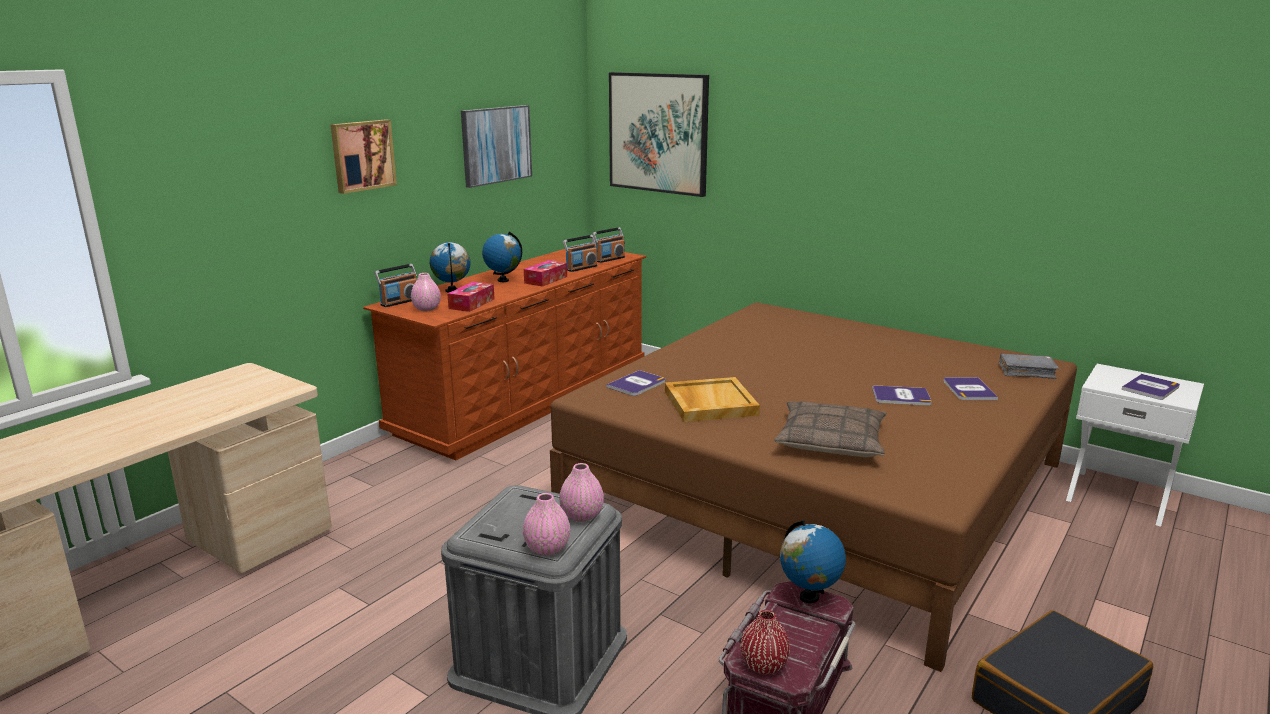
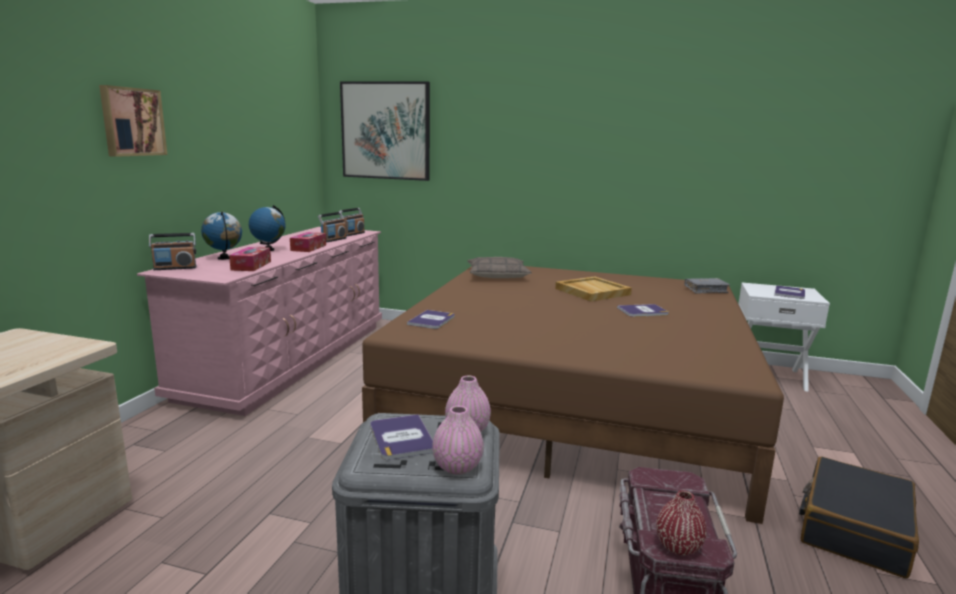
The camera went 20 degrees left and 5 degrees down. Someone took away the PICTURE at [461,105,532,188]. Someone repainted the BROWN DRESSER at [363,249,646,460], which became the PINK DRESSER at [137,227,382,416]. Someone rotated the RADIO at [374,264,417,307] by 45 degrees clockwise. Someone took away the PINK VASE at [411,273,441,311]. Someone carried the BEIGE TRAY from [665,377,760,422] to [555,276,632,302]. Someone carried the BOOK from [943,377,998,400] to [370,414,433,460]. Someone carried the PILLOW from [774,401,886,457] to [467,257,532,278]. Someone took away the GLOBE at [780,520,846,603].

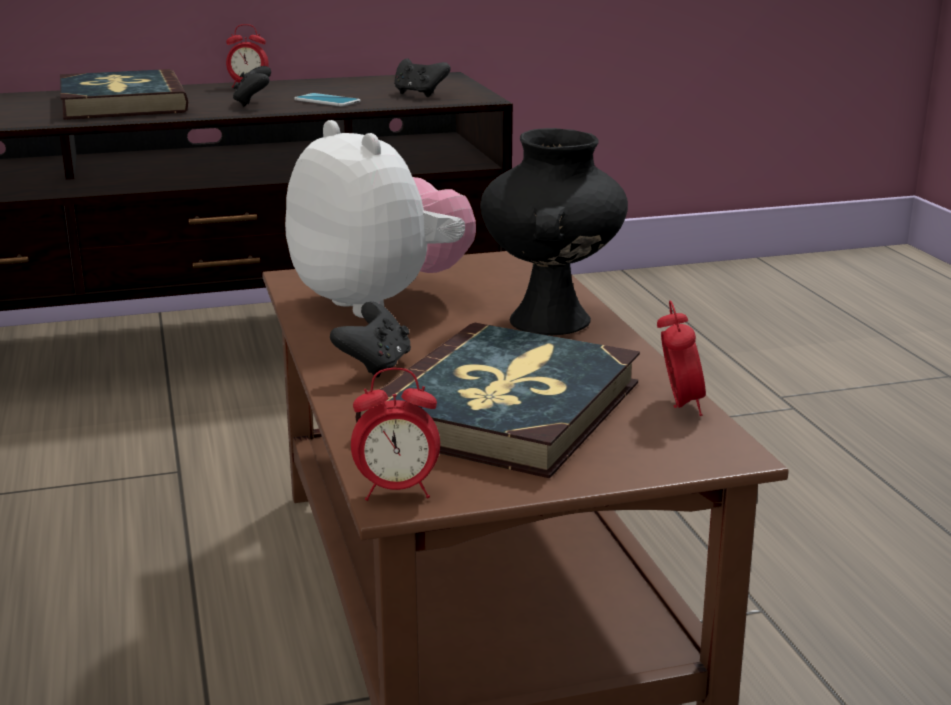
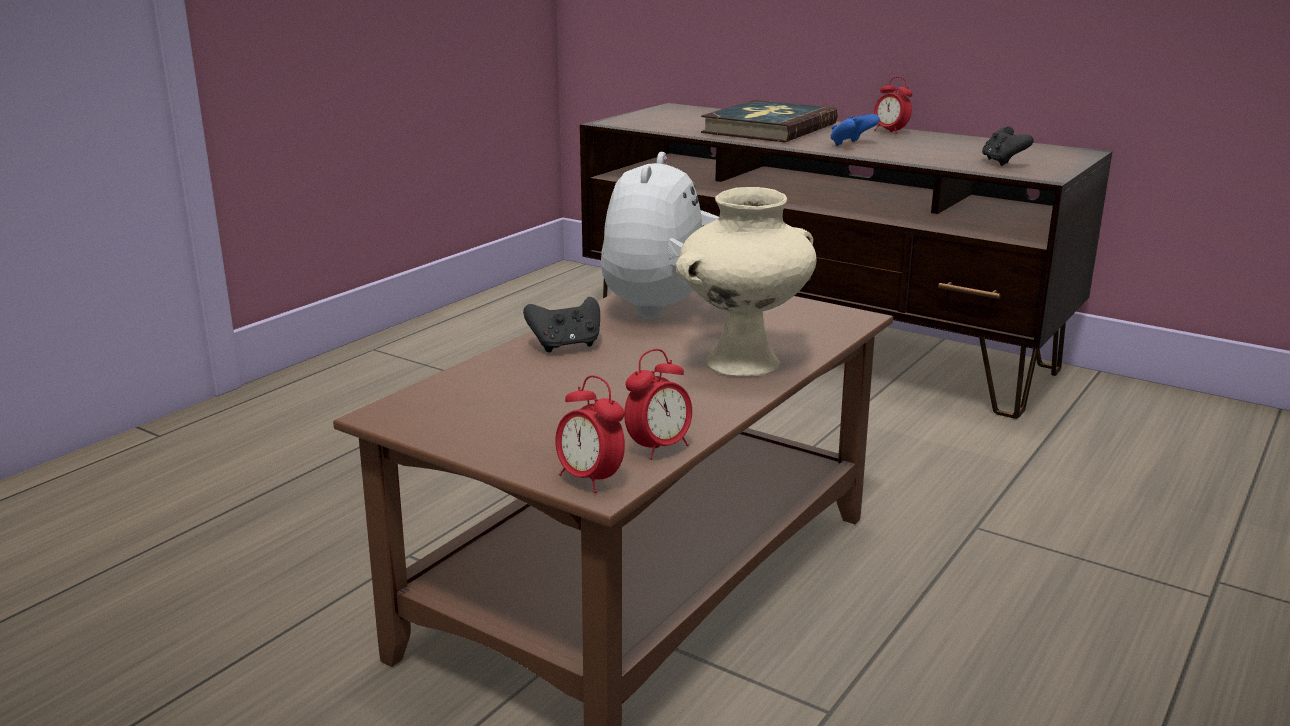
The camera went 50 degrees right and 0 degrees up. Someone repainted the BLACK GAME CONTROLLER at [233,66,271,107], which became the BLUE GAME CONTROLLER at [831,114,880,146]. Someone took away the PHONE at [294,93,361,106]. Someone repainted the BLACK VASE at [480,128,628,335], which became the BEIGE VASE at [676,187,817,377]. Someone took away the BOOK at [355,323,640,478]. Someone carried the ALARM CLOCK from [351,368,440,501] to [555,375,625,493].

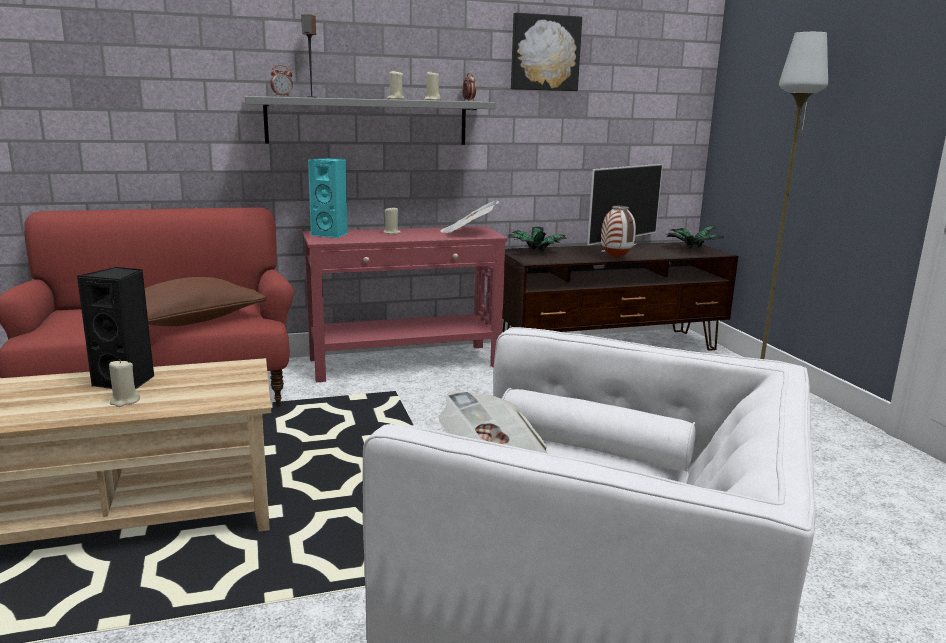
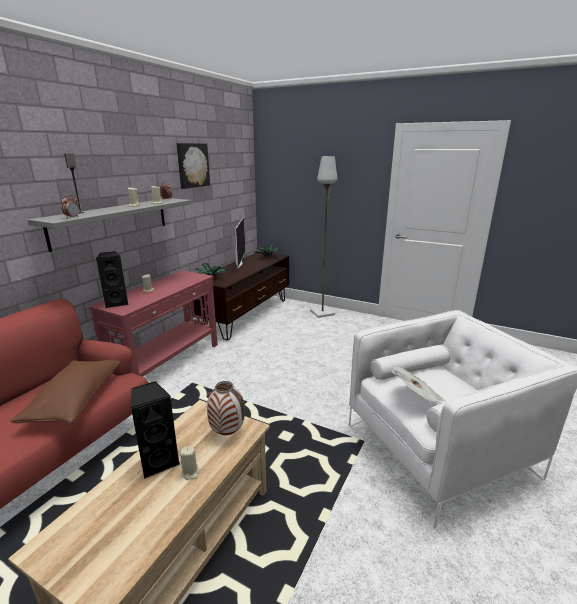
The camera went 45 degrees left and 5 degrees up. Someone repainted the TURQUOISE SPEAKER at [308,158,348,238], which became the BLACK SPEAKER at [96,251,128,308]. Someone took away the NEWSPAPER at [441,201,499,233]. Someone carried the VASE from [601,206,636,259] to [207,381,245,435].

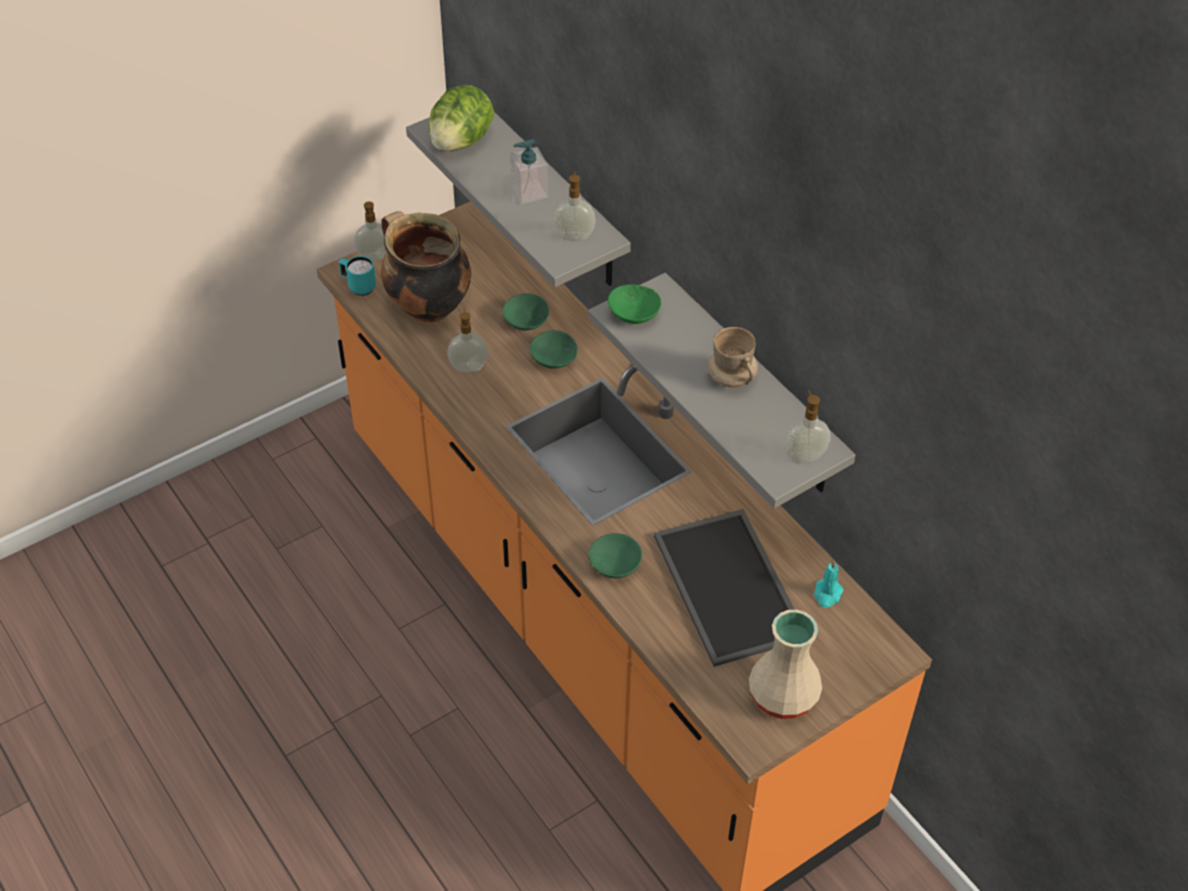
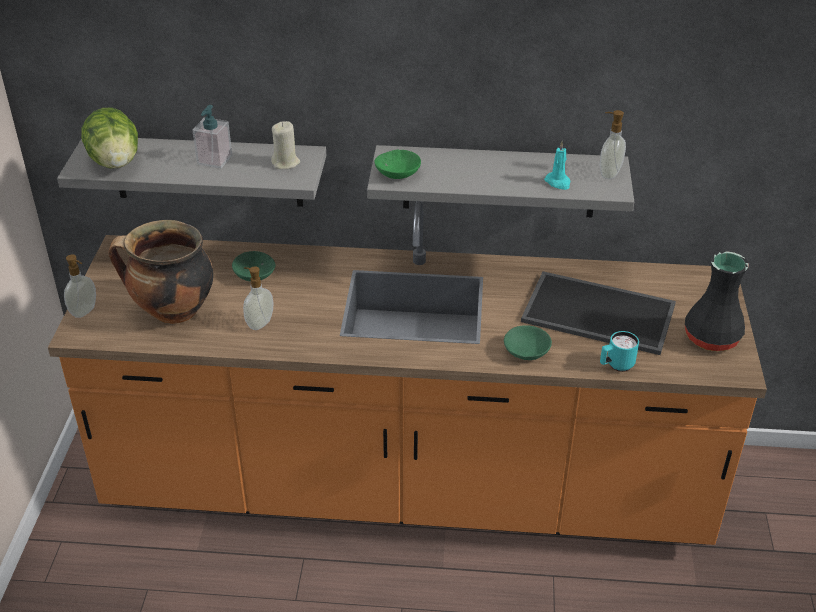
The camera went 50 degrees left and 10 degrees down. Someone swapped the SOAP DISPENSER at [553,171,596,241] for the BEIGE CANDLE at [271,121,300,169]. Someone carried the TURQUOISE MUG from [339,256,376,296] to [600,331,639,372]. Someone took away the BEIGE MUG at [708,327,758,387]. Someone took away the GREEN BOWL at [530,330,578,369]. Someone carried the TURQUOISE CANDLE from [814,560,843,608] to [544,141,571,190]. Someone repainted the BEIGE VASE at [749,610,822,719], which became the BLACK VASE at [685,251,749,352].

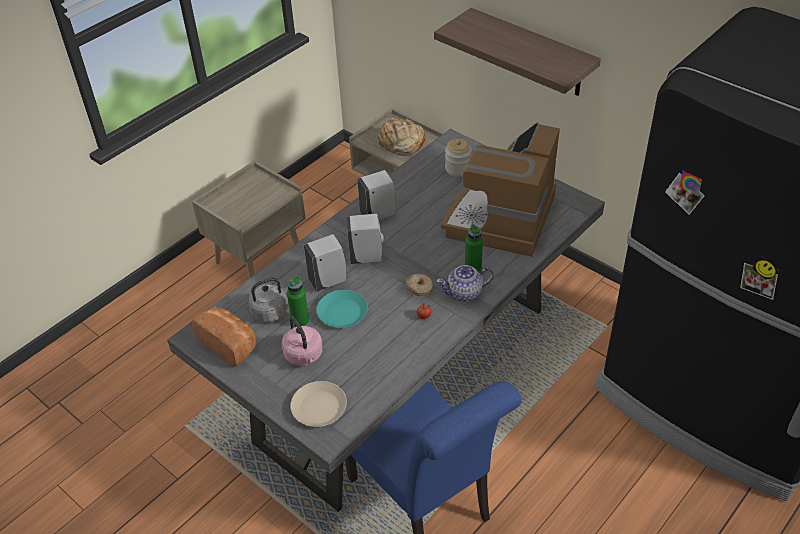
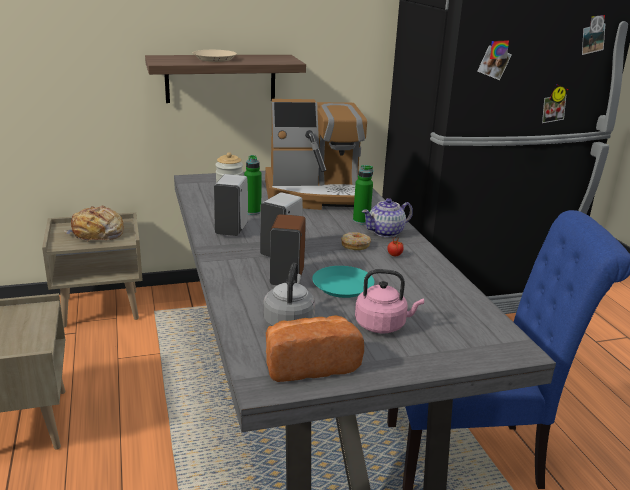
The camera went 60 degrees left and 20 degrees down. Someone rotated the COFFEE MACHINE at [441,122,560,257] by 60 degrees counterclockwise. Someone repainted the WHITE SOAP DISPENSER at [304,234,346,291], which became the BROWN SOAP DISPENSER at [270,214,306,285]. Someone rotated the TEAPOT at [436,265,494,302] by 45 degrees clockwise. Someone carried the GREEN BOTTLE from [287,276,309,327] to [244,155,262,215]. Someone carried the BEIGE PLATE from [290,381,347,427] to [193,50,237,62].

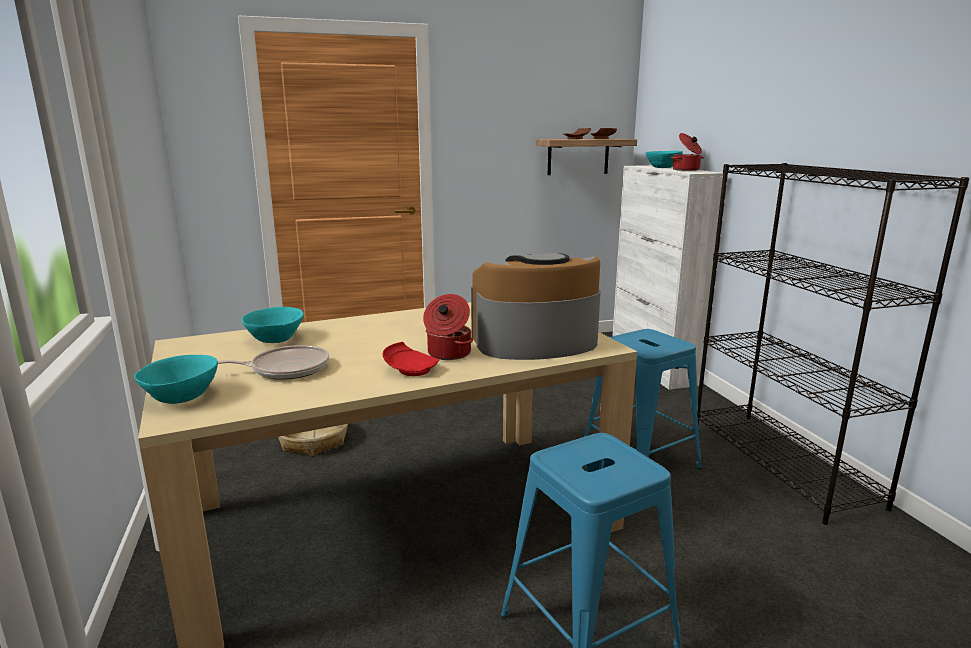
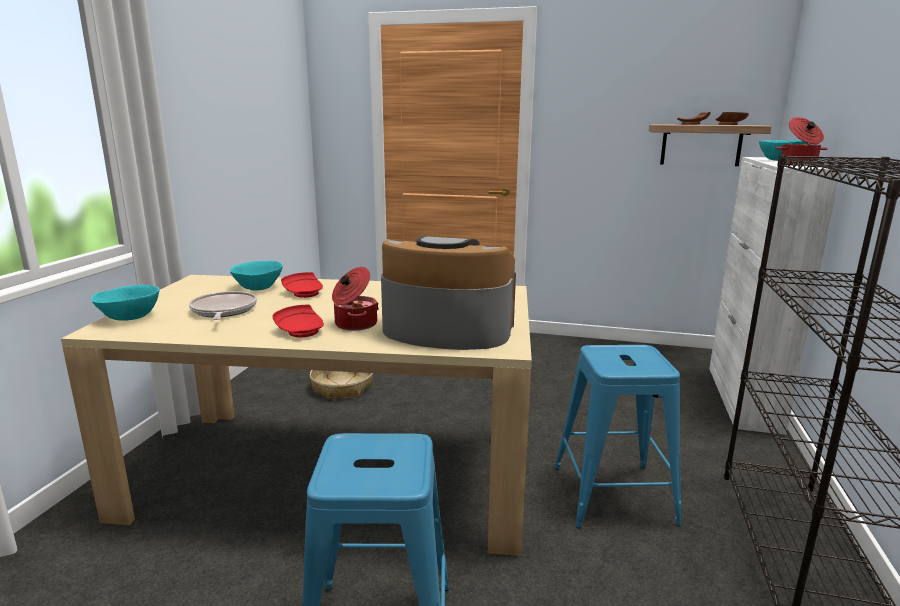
The camera went 30 degrees right and 0 degrees up. Someone rotated the FRYING PAN at [218,345,329,380] by 120 degrees counterclockwise. Someone put down the RED PLATE at [281,272,323,298].

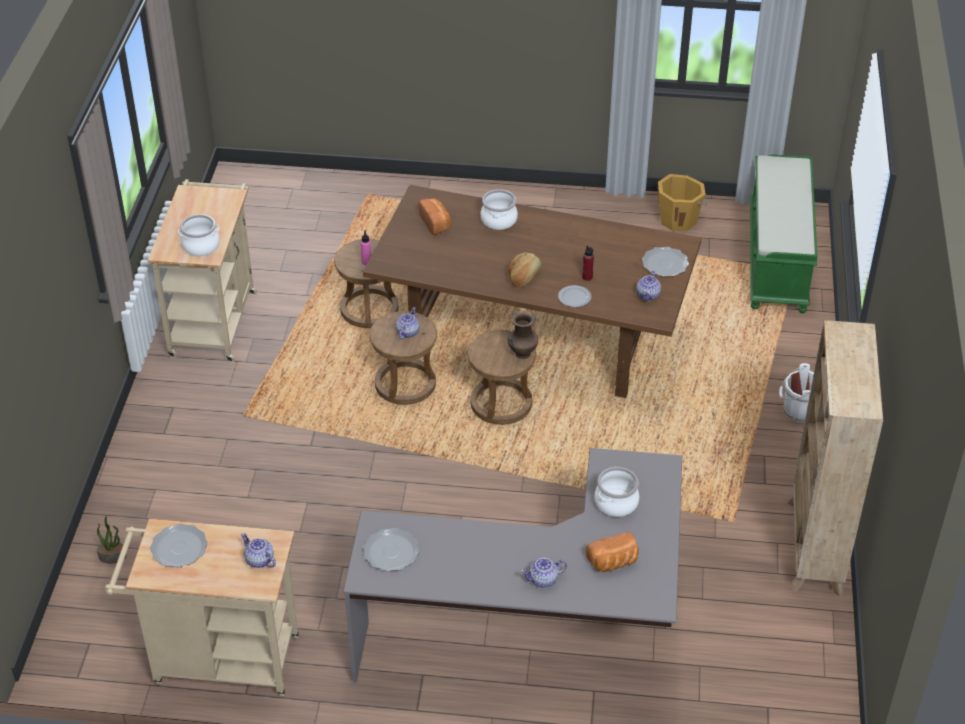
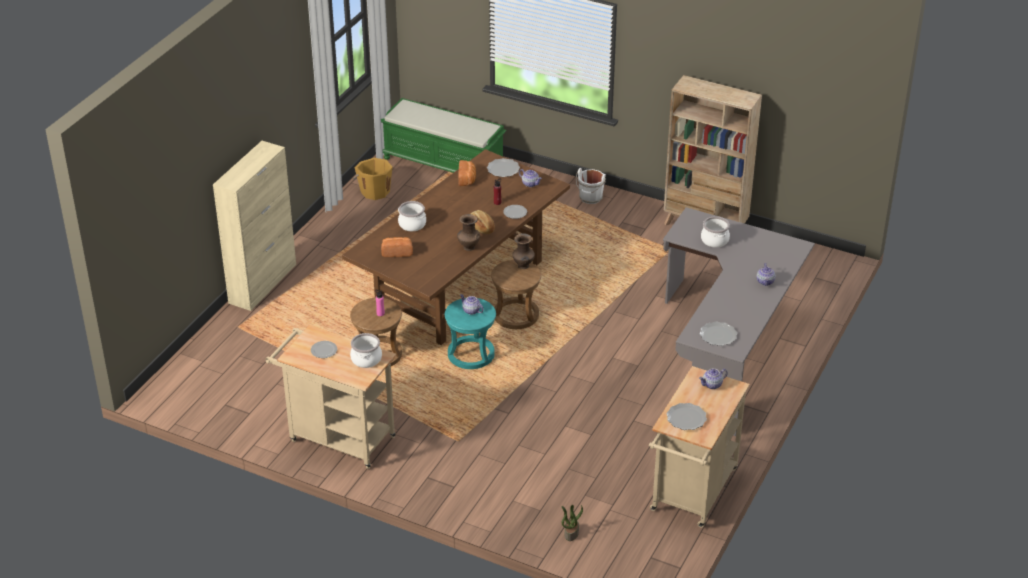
The camera went 70 degrees left and 5 degrees down. Someone repainted the BROWN STOOL at [369,311,437,405], which became the TURQUOISE STOOL at [445,298,496,369]. Someone carried the BREAD from [586,532,639,572] to [458,160,476,186]. Someone put down the BEIGE CABINET at [213,141,296,311]. Someone put down the BROWN VASE at [457,214,480,251]. Someone put down the PLATE at [311,341,337,358].

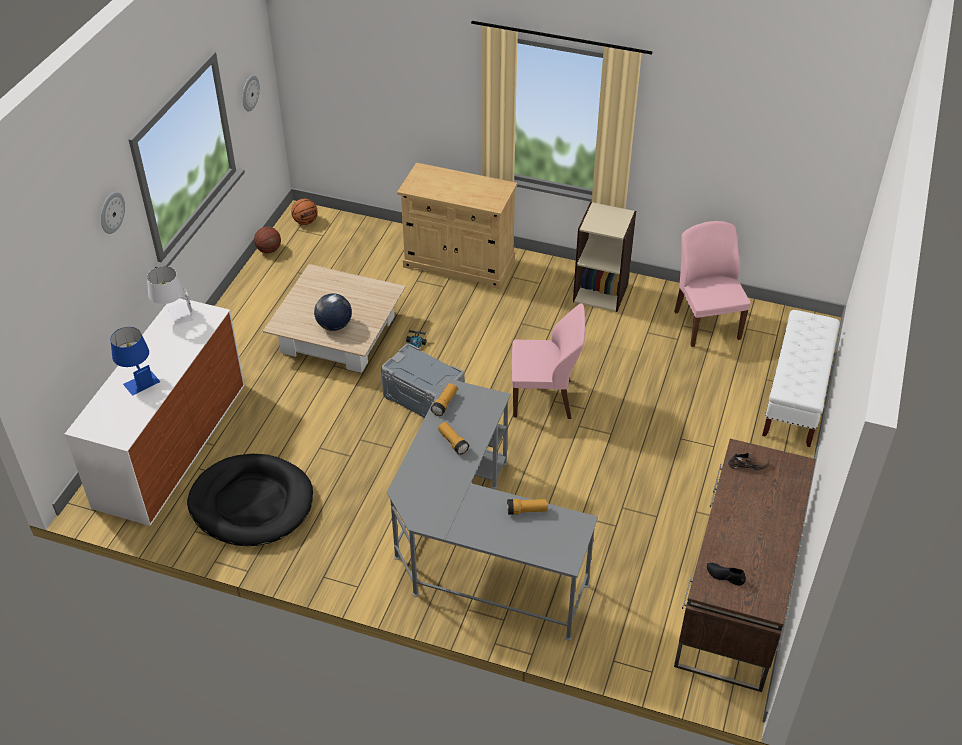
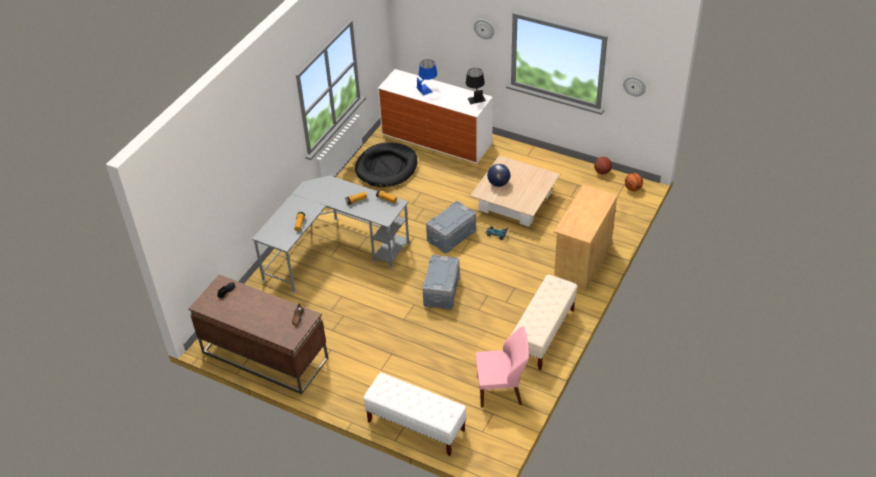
The camera went 100 degrees right and 0 degrees up. Someone swapped the BEIGE BOOKCASE at [573,202,636,312] for the BEIGE BENCH at [511,275,577,370]. Someone repainted the WHITE TABLE LAMP at [147,266,193,325], which became the BLACK TABLE LAMP at [466,68,486,104]. Someone swapped the PINK CHAIR at [512,303,585,419] for the GREY STORAGE BOX at [423,255,460,310].

